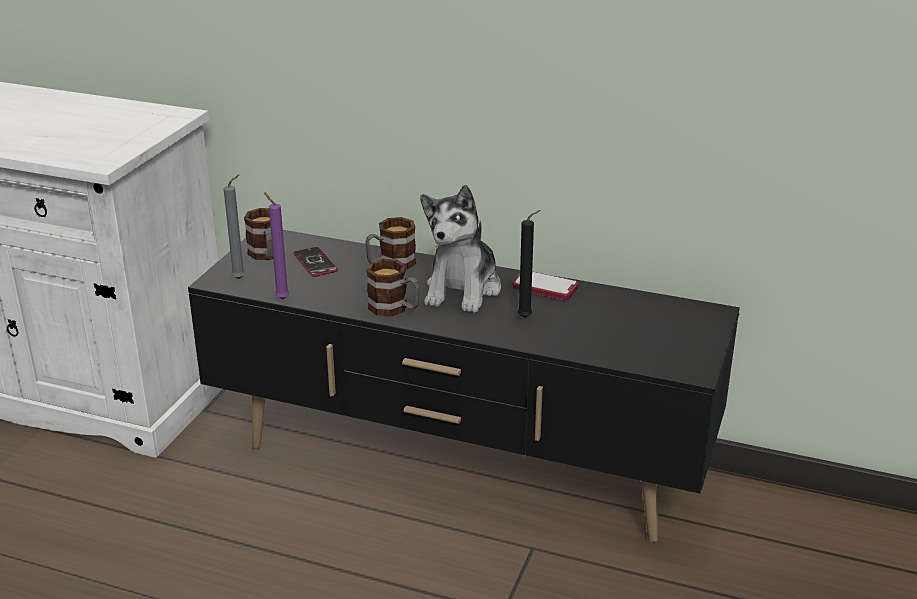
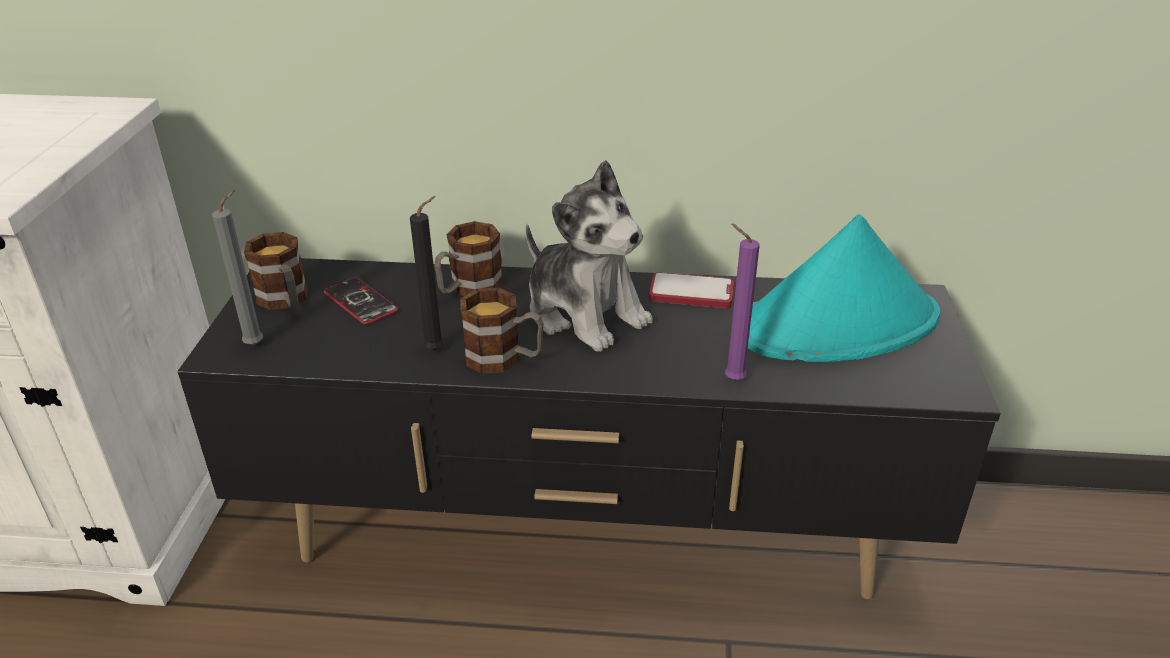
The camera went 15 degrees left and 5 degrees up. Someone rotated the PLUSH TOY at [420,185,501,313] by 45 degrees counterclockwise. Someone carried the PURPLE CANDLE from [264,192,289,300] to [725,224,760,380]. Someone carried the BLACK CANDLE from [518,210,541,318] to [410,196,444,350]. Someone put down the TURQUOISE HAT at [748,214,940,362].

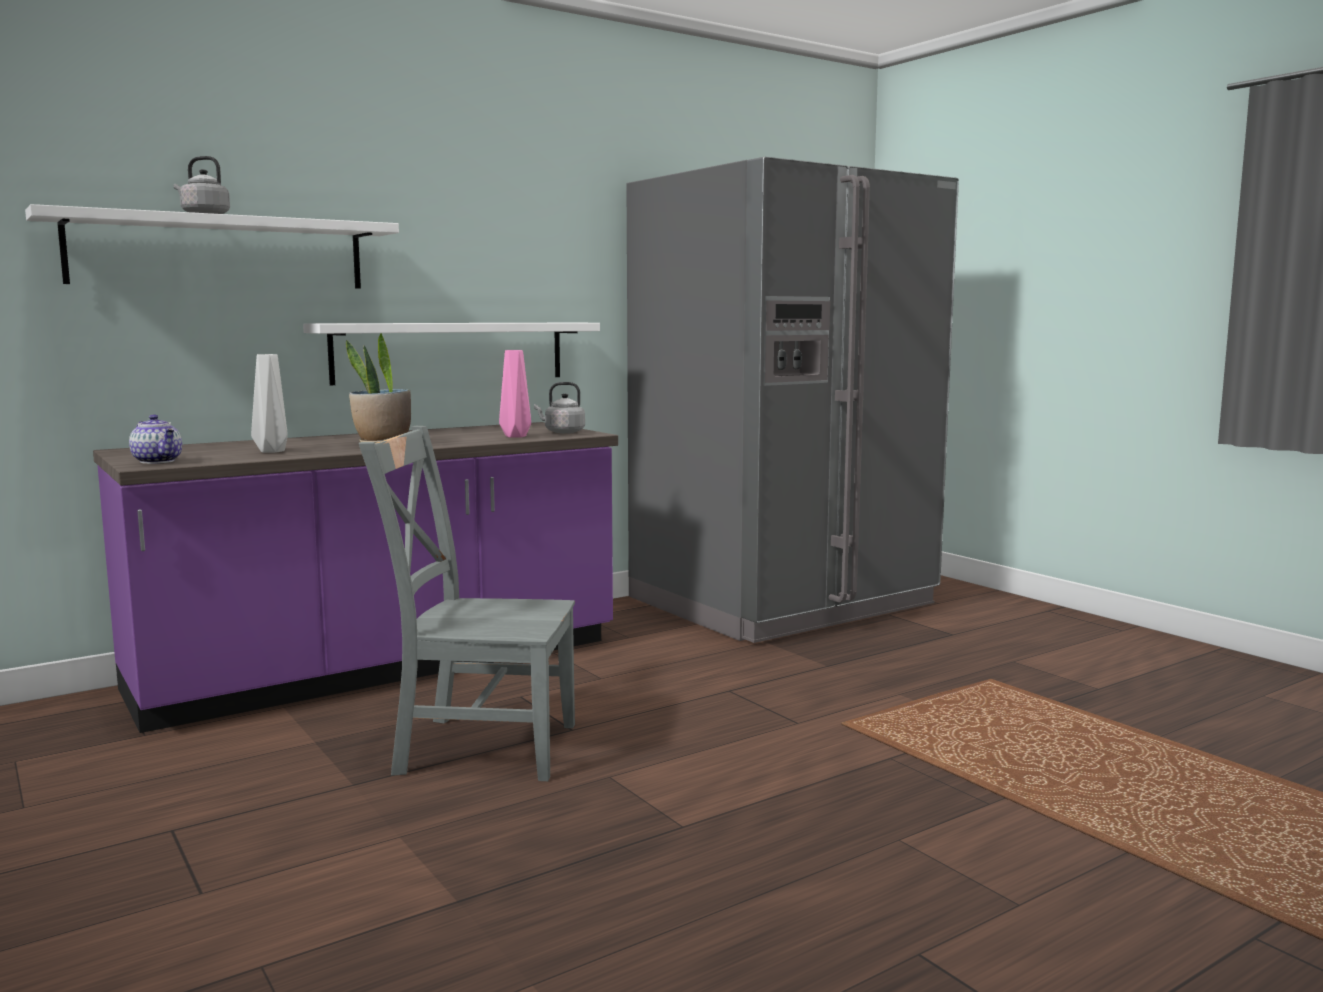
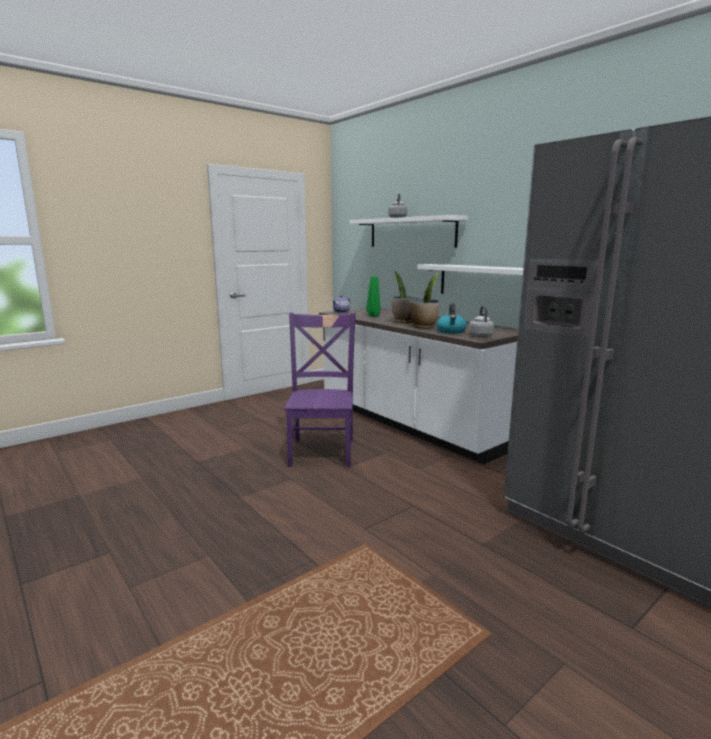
The camera went 85 degrees right and 5 degrees up. Someone swapped the PINK VASE at [499,350,531,438] for the KETTLE at [436,303,467,334]. Someone repainted the GREY VASE at [251,354,288,453], which became the GREEN VASE at [366,276,381,317]. Someone repainted the PURPLE COUNTER at [93,422,618,733], which became the WHITE COUNTER at [319,307,518,465]. Someone repainted the GREY CHAIR at [359,426,575,781], which became the PURPLE CHAIR at [284,312,356,467]. Someone put down the POTTED PLANT at [410,272,440,328].

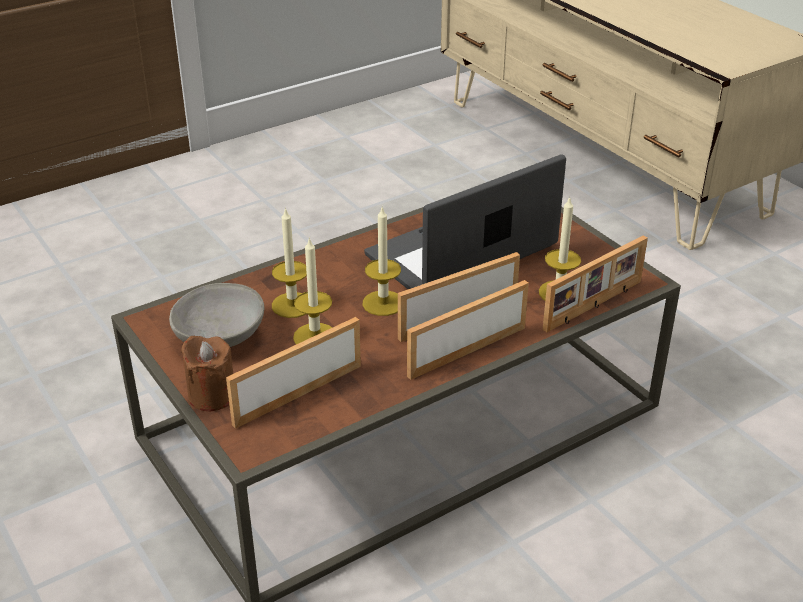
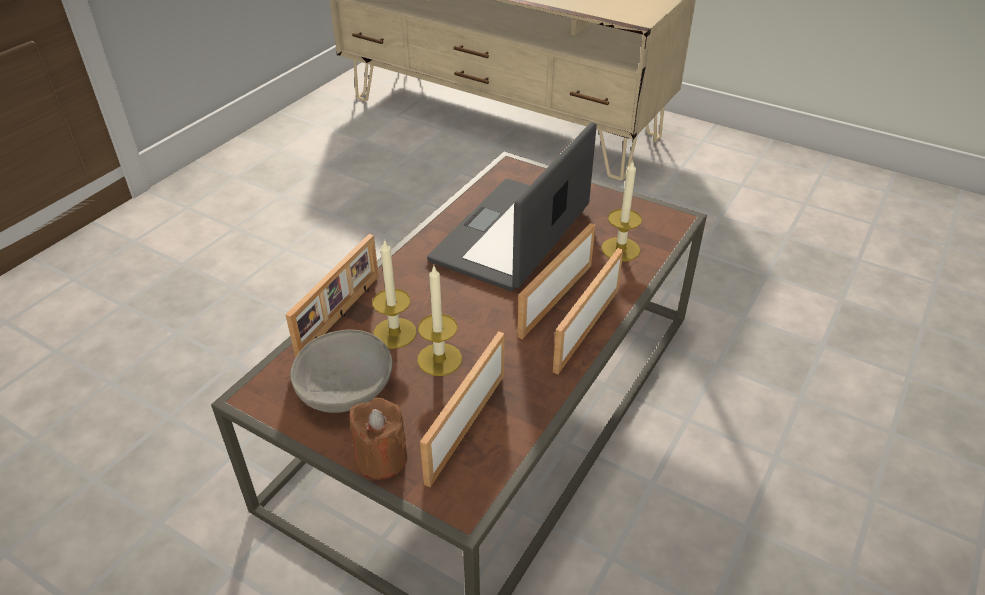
The camera went 25 degrees left and 5 degrees up. Someone took away the CANDLE at [363,207,401,316]. Someone carried the PICTURE FRAME from [543,235,648,332] to [286,234,379,358].

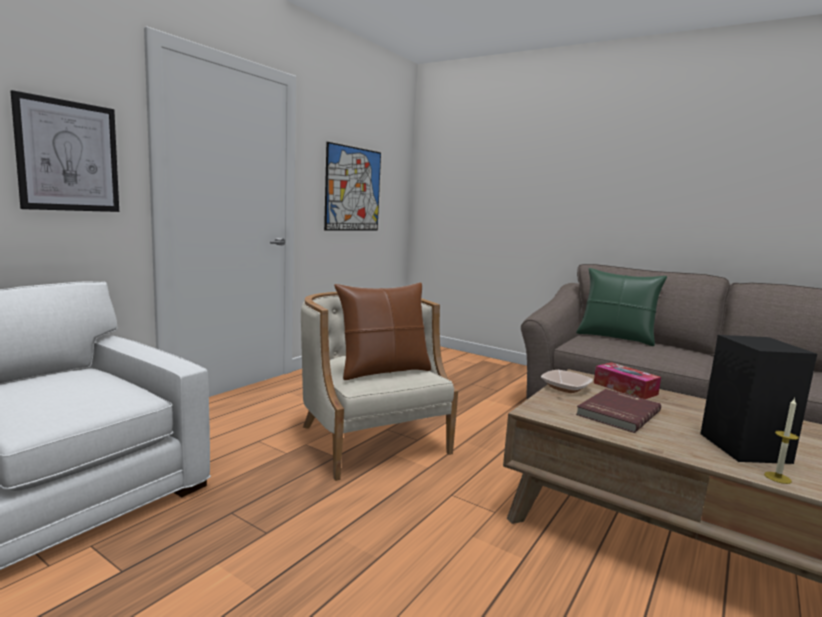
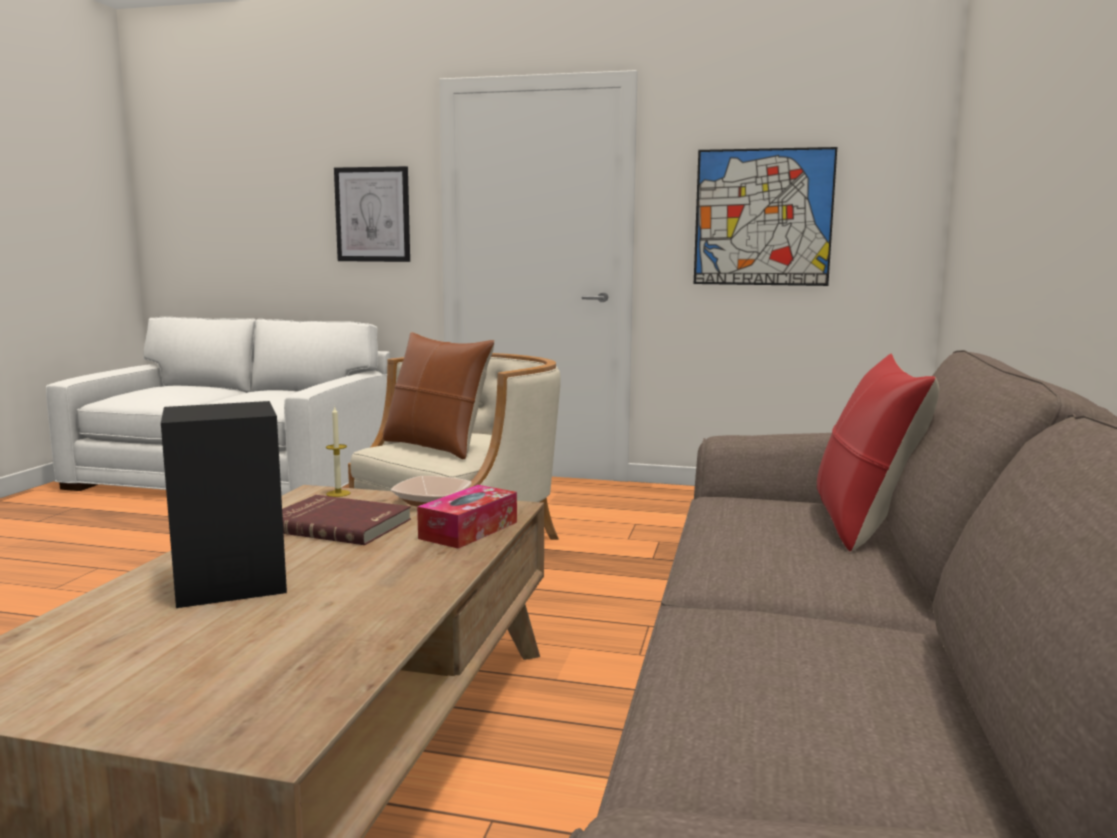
The camera went 70 degrees right and 0 degrees up. Someone repainted the GREEN PILLOW at [576,268,667,346], which became the RED PILLOW at [817,354,939,552]. Someone carried the CANDLE from [764,398,799,484] to [326,406,350,497].

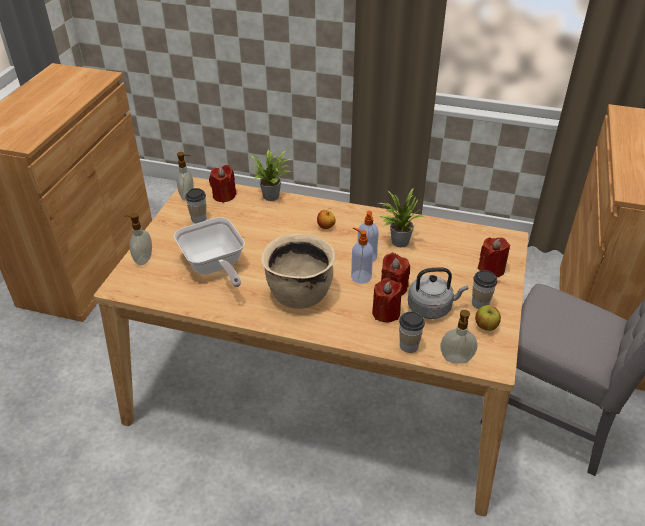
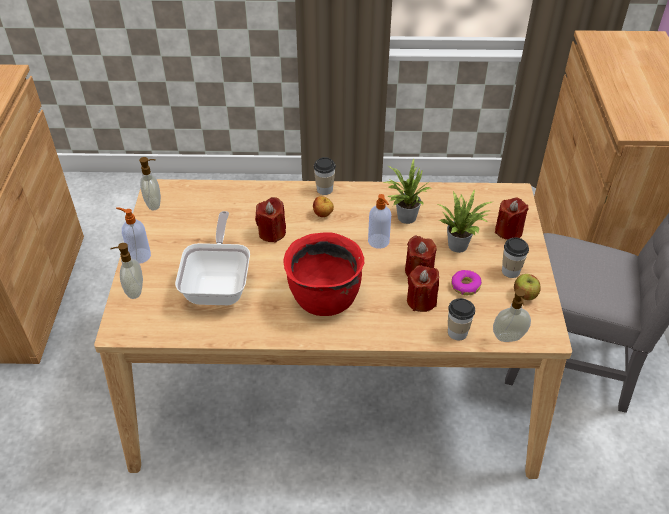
The camera went 15 degrees left and 5 degrees up. Someone carried the POTTED PLANT from [250,149,294,201] to [438,189,492,253]. Someone carried the RED CANDLE from [209,165,237,203] to [255,197,286,242]. Someone carried the CUP from [185,188,206,223] to [314,157,336,195]. Someone rotated the FRYING PAN at [174,217,245,287] by 135 degrees counterclockwise. Someone carried the SOAP DISPENSER from [351,227,373,284] to [116,207,151,264]. Someone repainted the BEIGE COOKING POT at [261,234,335,309], which became the RED COOKING POT at [283,232,364,316]. Someone swapped the GREY KETTLE at [408,267,468,319] for the DONUT at [451,270,482,295].

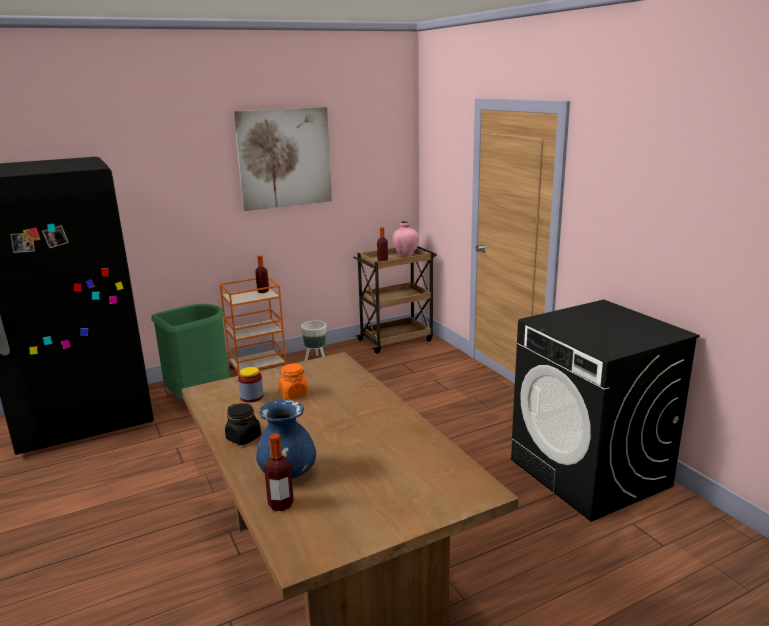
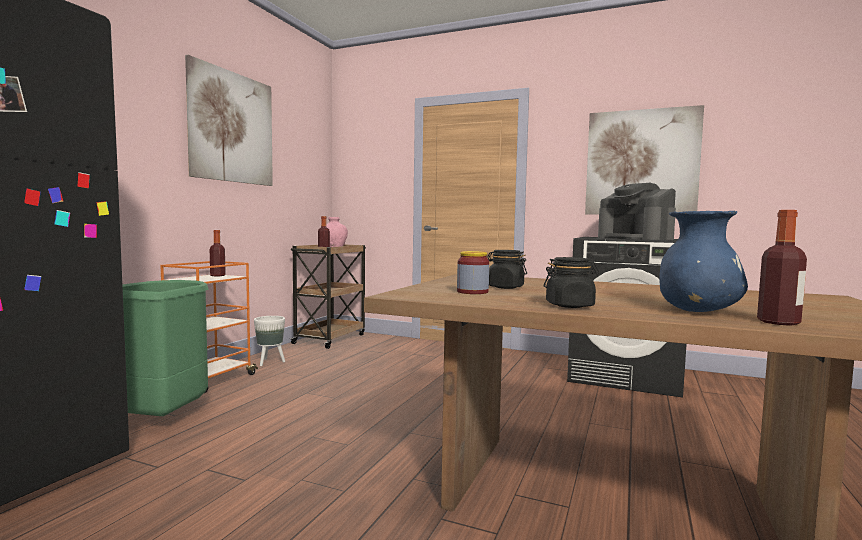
The camera went 40 degrees left and 15 degrees down. Someone repainted the ORANGE JAR at [279,363,308,399], which became the BLACK JAR at [487,250,527,289]. Someone put up the PICTURE at [585,105,704,215]. Someone put down the COFFEE MACHINE at [598,183,676,240].

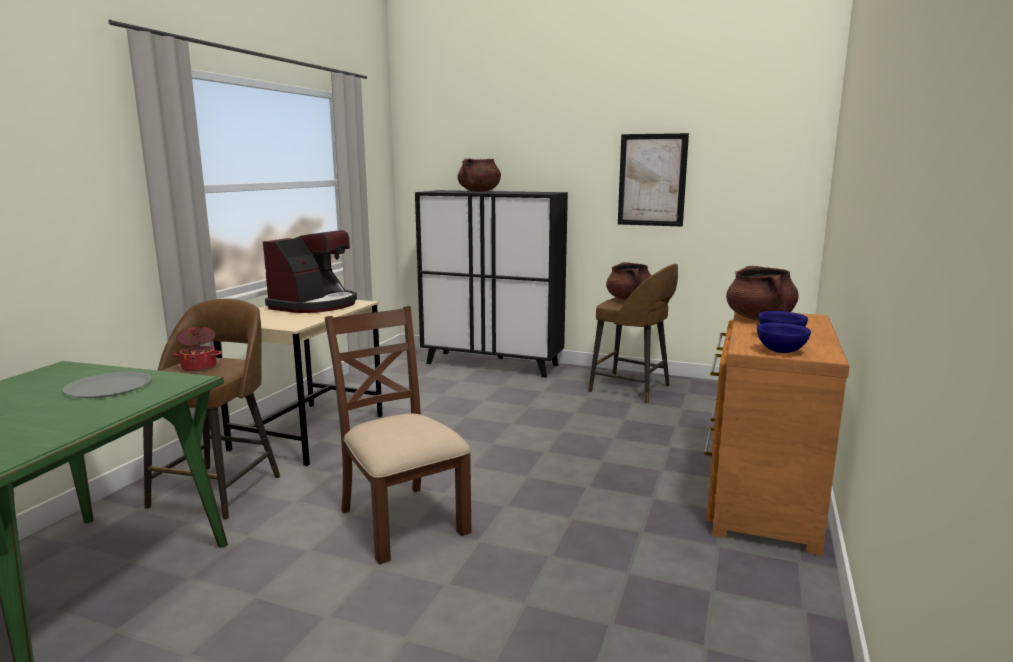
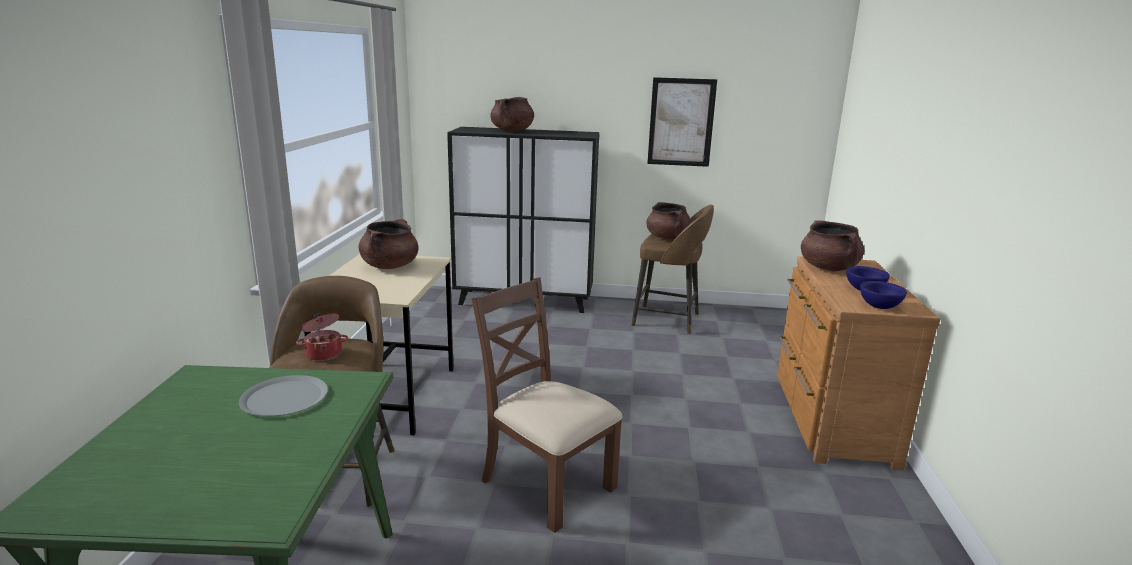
The camera went 15 degrees left and 5 degrees up. Someone swapped the COFFEE MACHINE at [263,230,357,313] for the BROWN COOKING POT at [359,219,419,269].

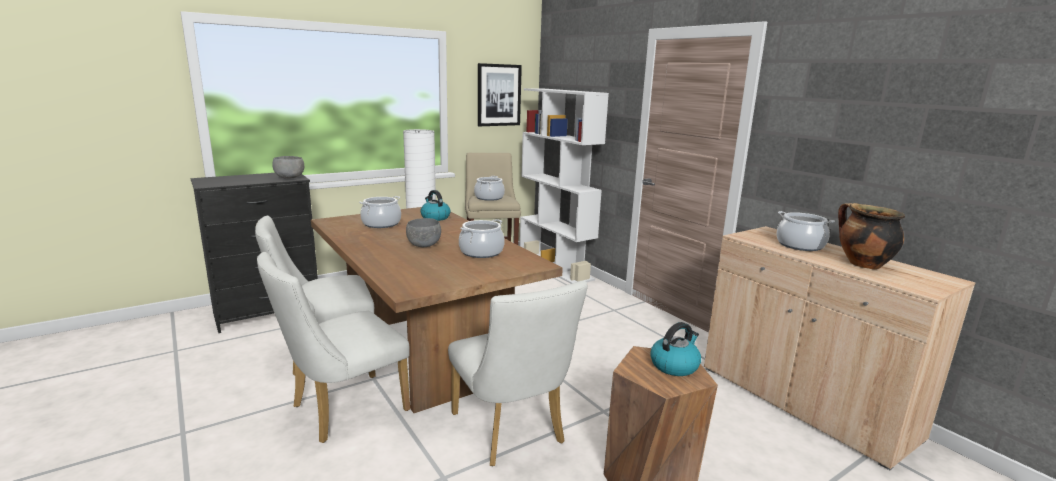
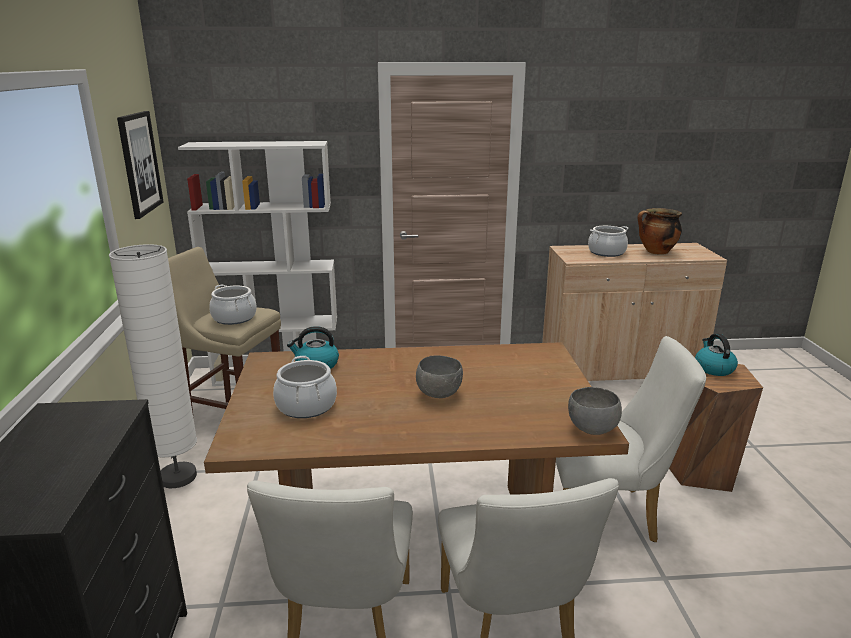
The camera went 60 degrees left and 5 degrees up. Someone carried the GREY BOWL from [272,156,304,179] to [568,387,622,435]. Someone took away the COOKING POT at [459,219,505,258].

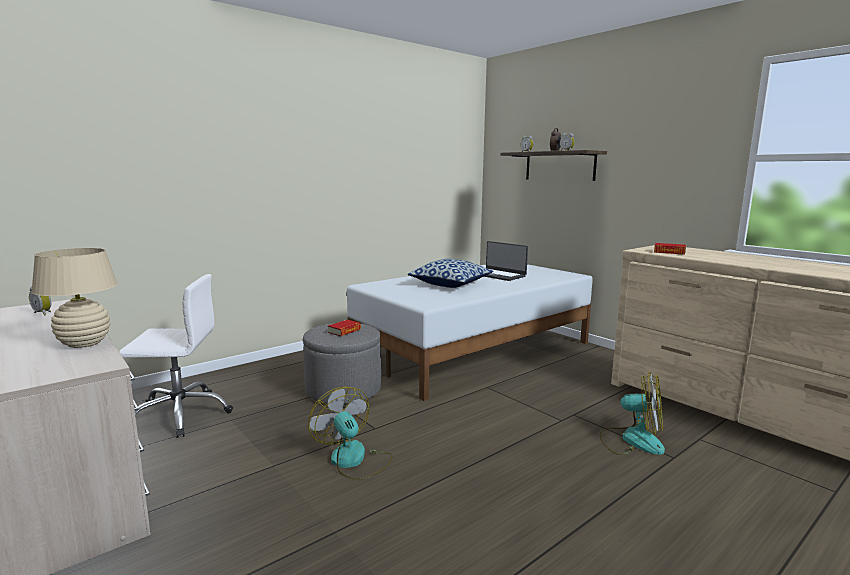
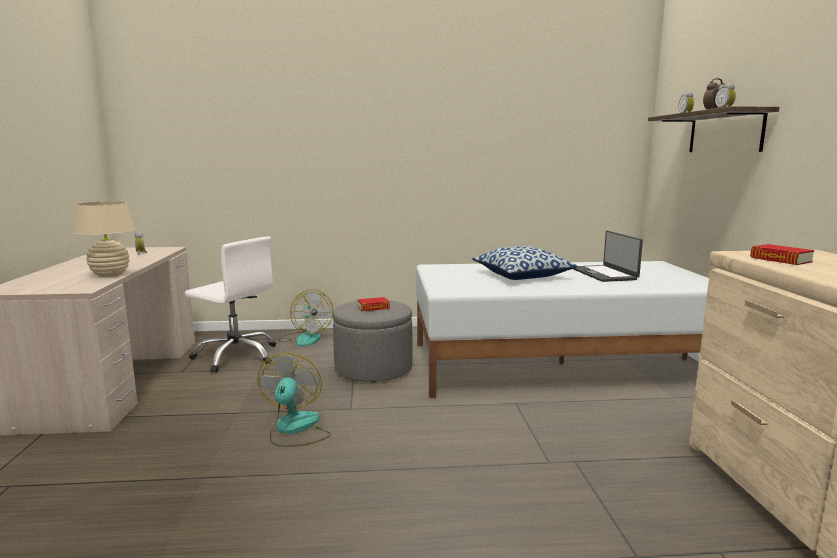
The camera went 35 degrees right and 0 degrees up. Someone carried the FAN from [599,372,665,455] to [278,289,333,347].

